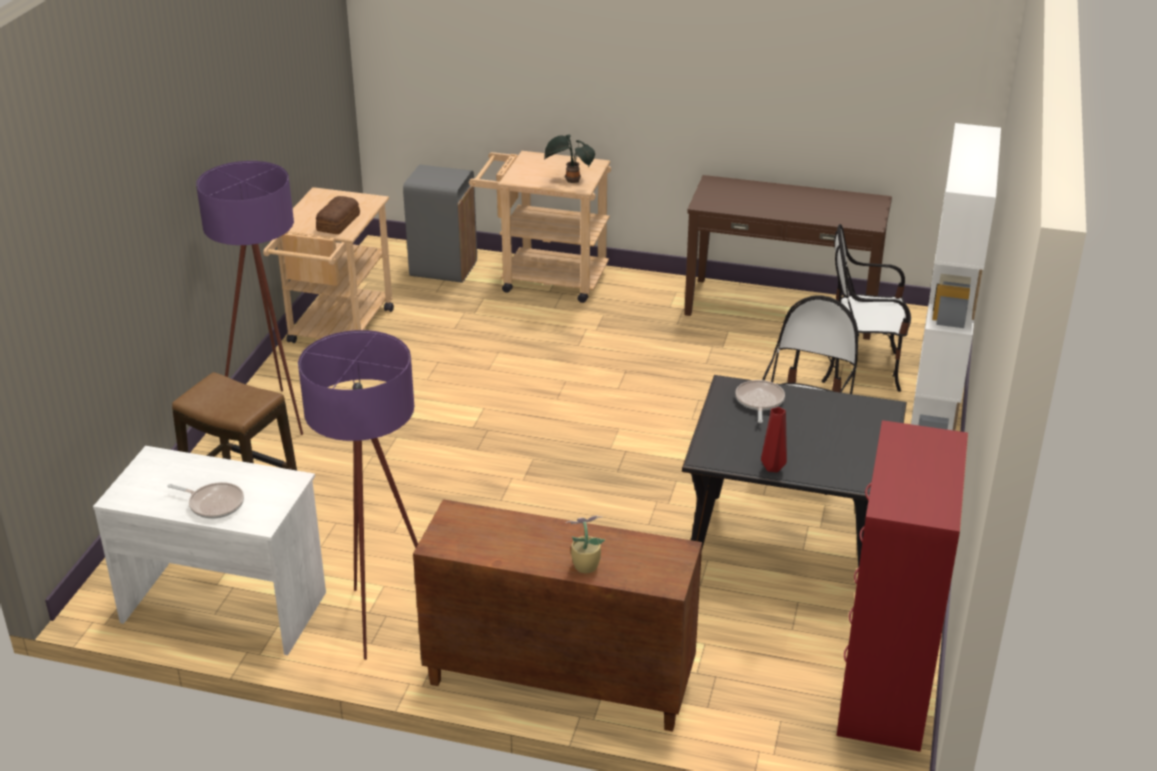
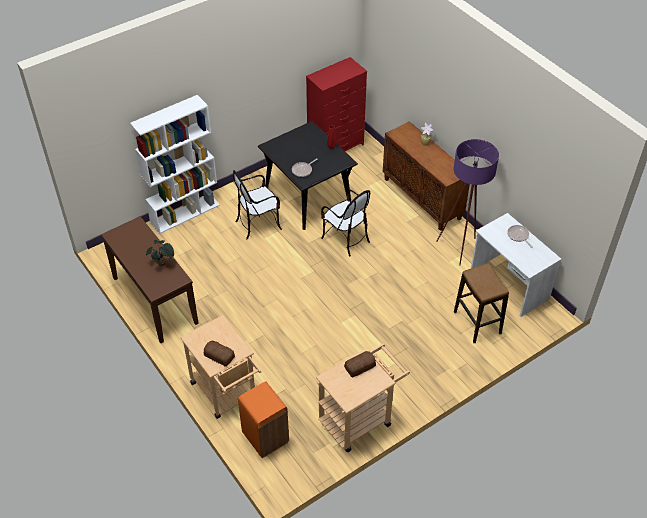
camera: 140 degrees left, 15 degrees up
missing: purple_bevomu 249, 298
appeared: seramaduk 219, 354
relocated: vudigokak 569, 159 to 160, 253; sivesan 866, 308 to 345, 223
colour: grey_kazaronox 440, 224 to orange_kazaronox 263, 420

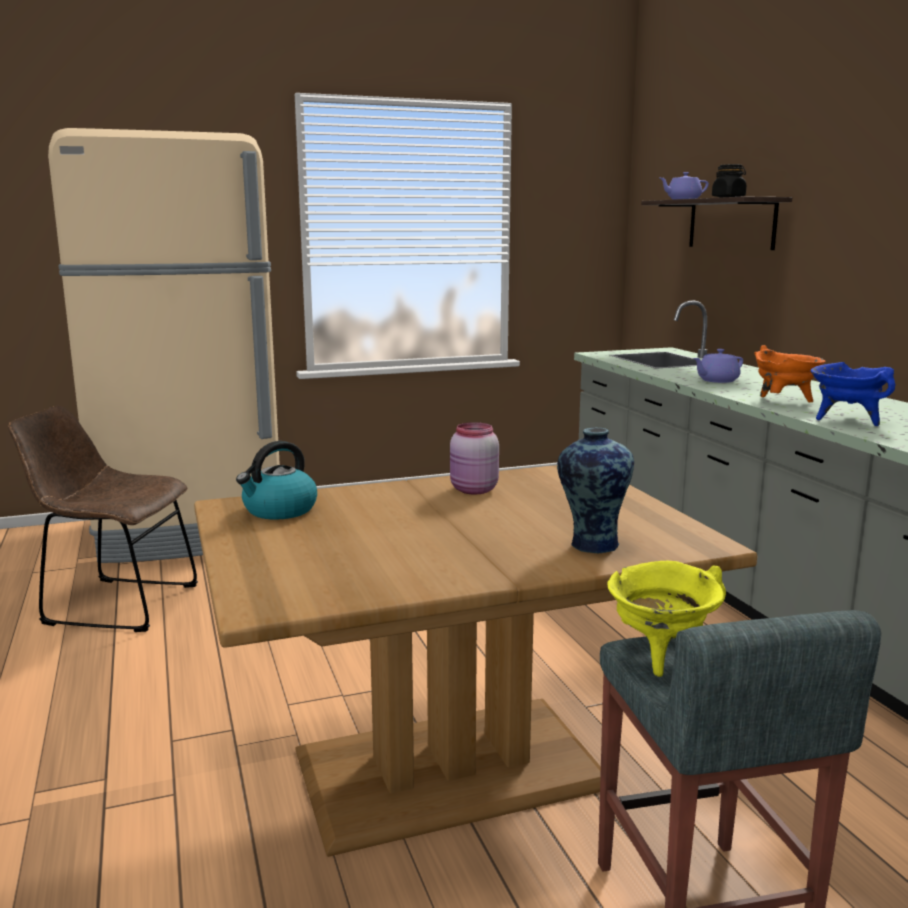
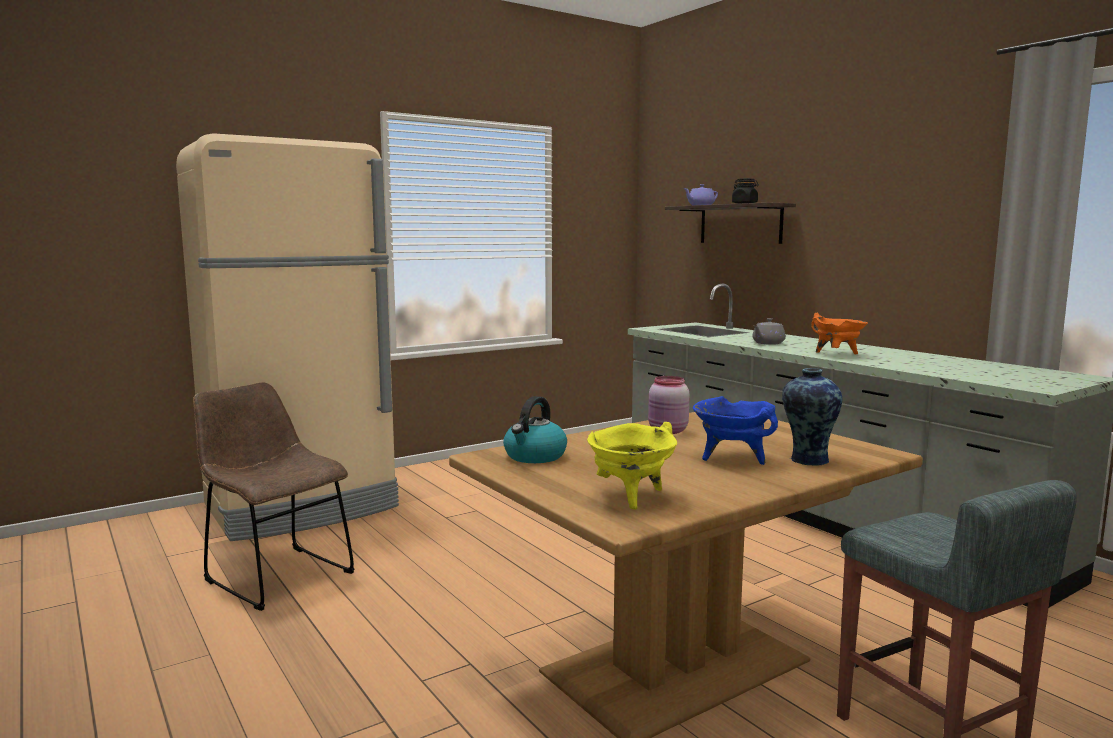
camera: 15 degrees left, 5 degrees down
relocated: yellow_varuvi 667, 619 to 632, 466; blue_varuvi 853, 394 to 735, 430
colour: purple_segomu 718, 366 to grey_segomu 769, 331
spun: brown_sivesan 103, 519 = 274, 496 45 degrees clockwise

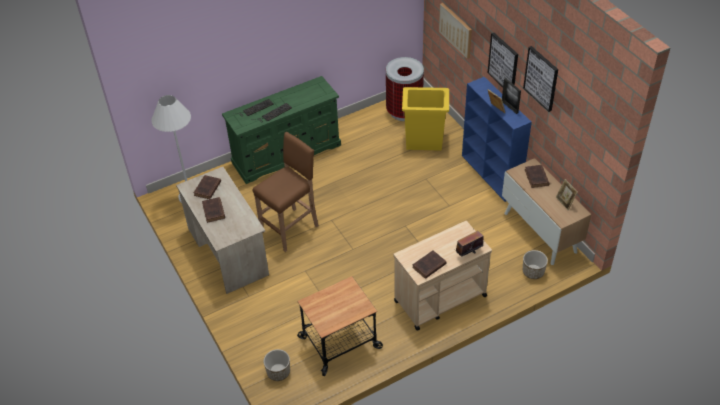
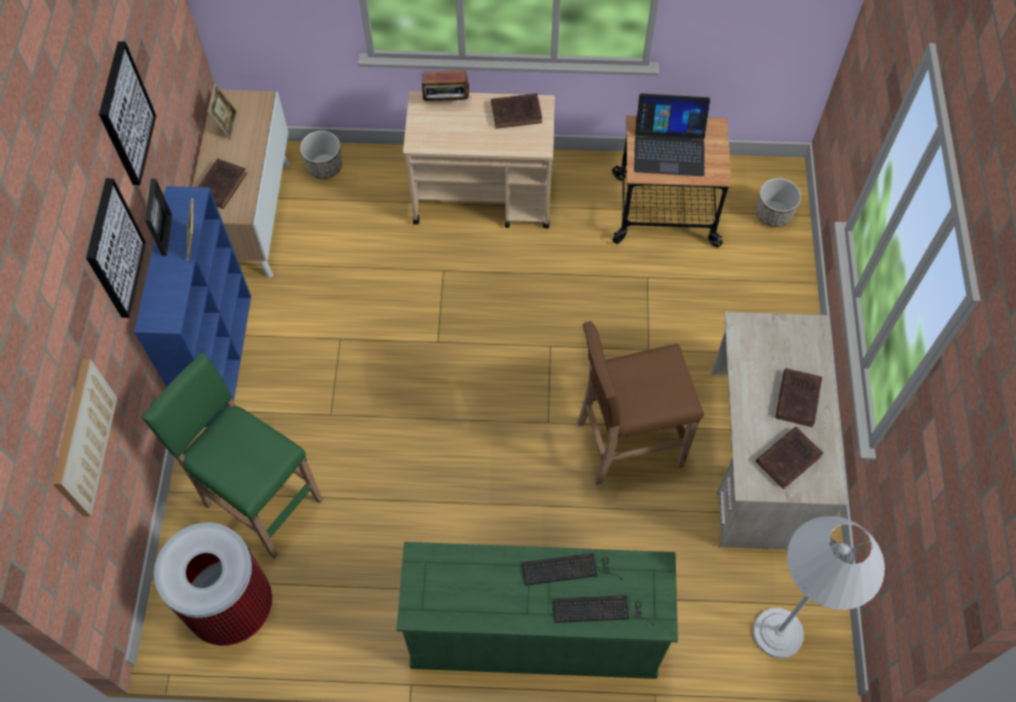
camera: 150 degrees left, 15 degrees up
appeared: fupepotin 672, 134
exchanged: yellow_kazaronox 425, 119 to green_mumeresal 232, 455

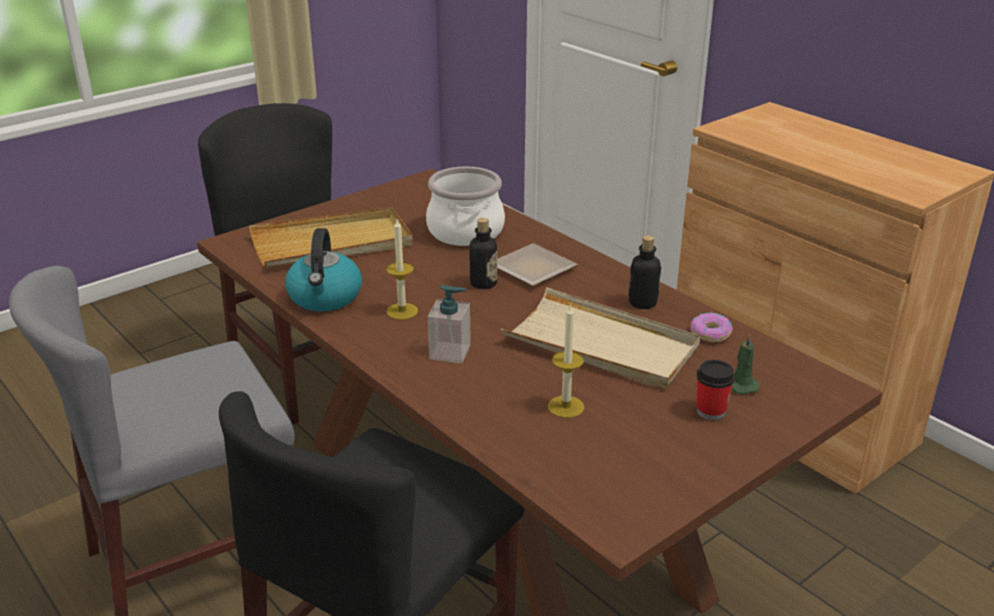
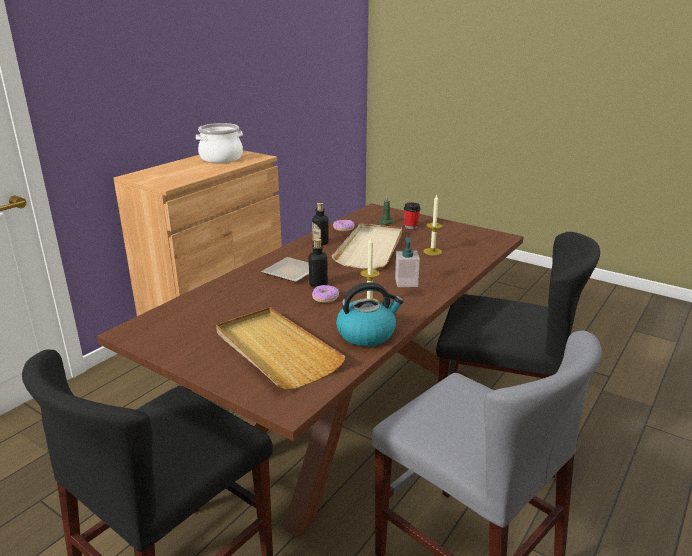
camera: 105 degrees left, 5 degrees down
appeared: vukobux 325, 294
relocated: varuvi 465, 206 to 219, 143

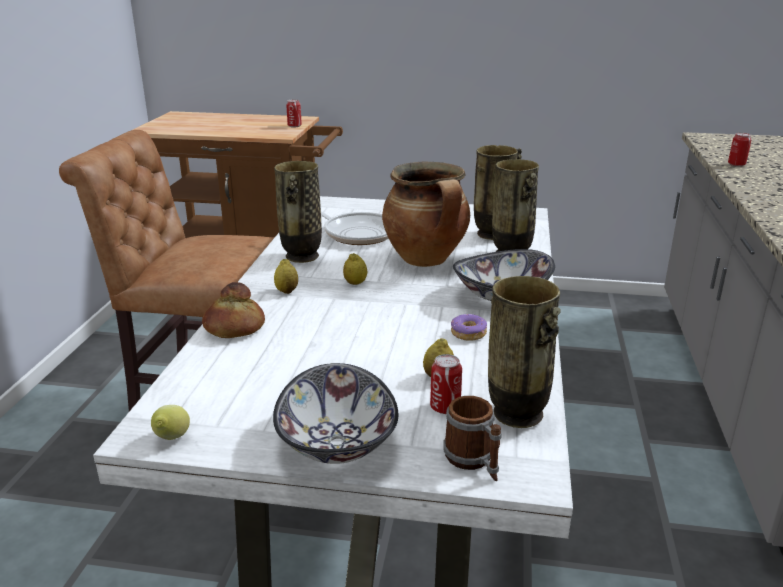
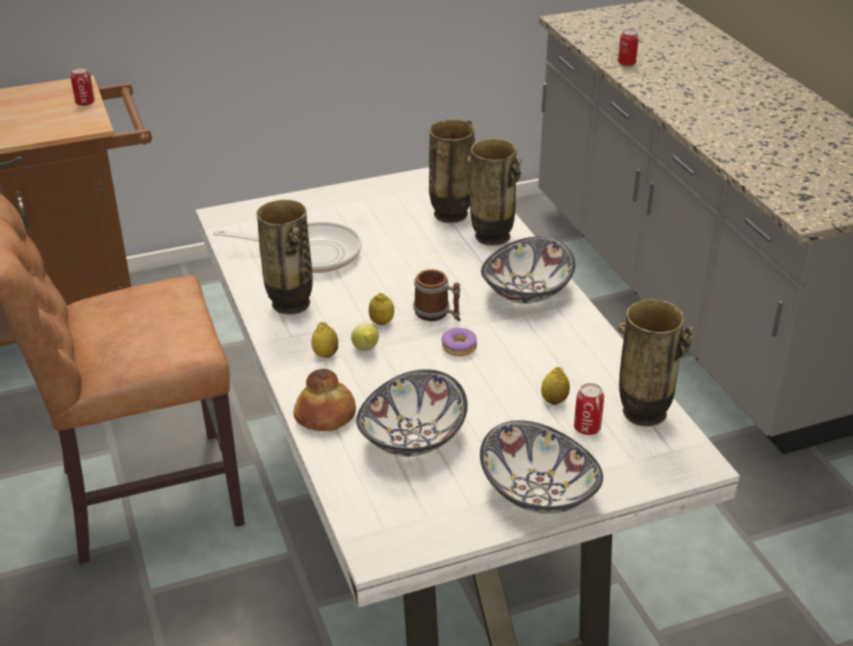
camera: 30 degrees left, 10 degrees up
missing: varuvi 426, 214
appeared: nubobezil 412, 412
relocated: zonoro 170, 422 to 365, 337; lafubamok 472, 438 to 437, 295; vukobux 469, 327 to 459, 341

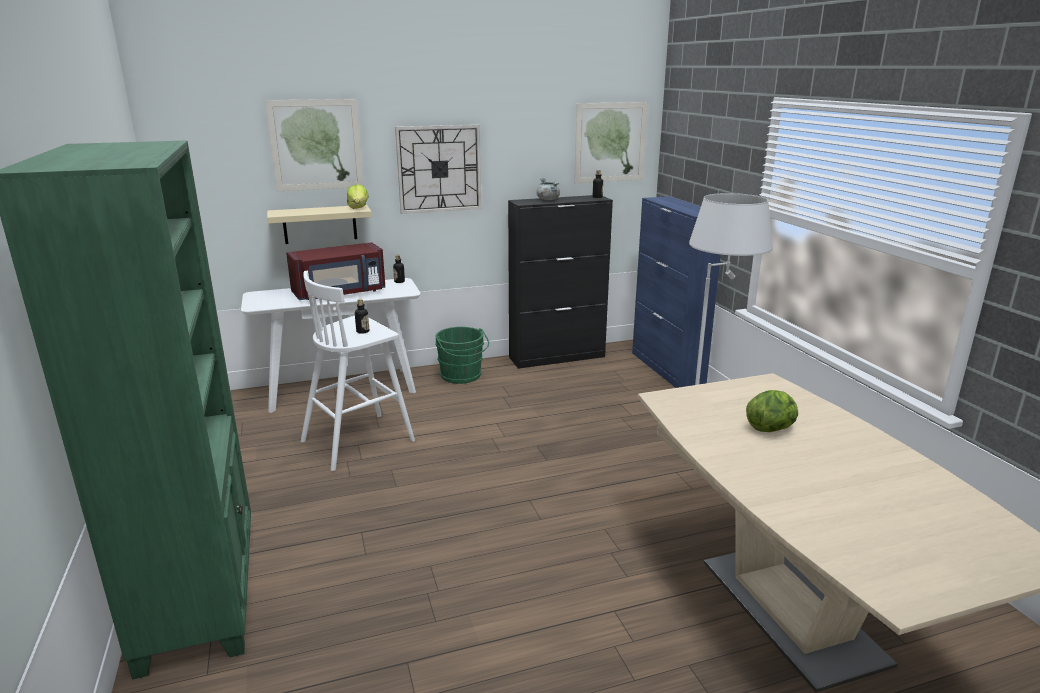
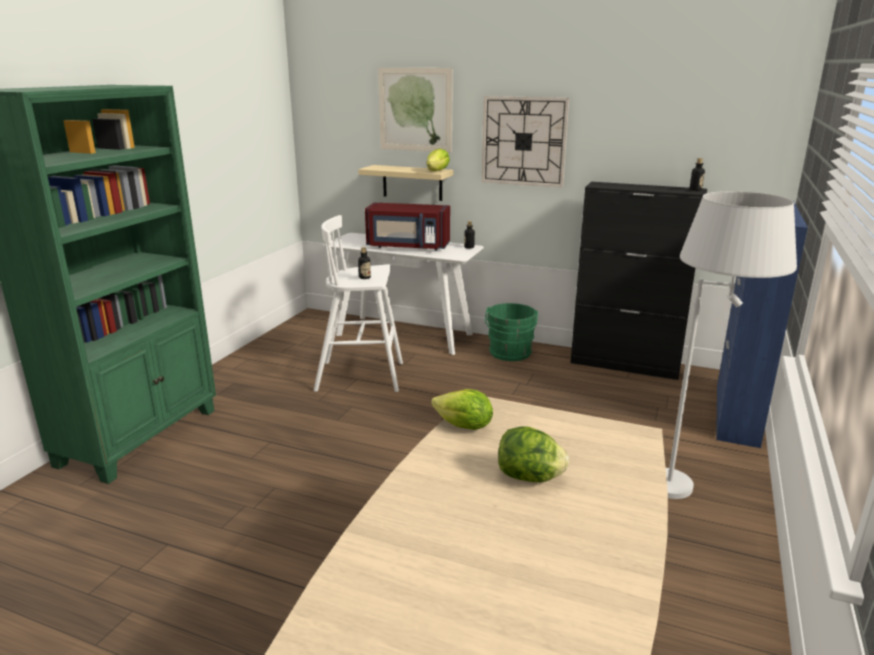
camera: 40 degrees right, 0 degrees up
missing: grey_varuvi 548, 189; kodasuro 611, 142
appeared: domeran 462, 409

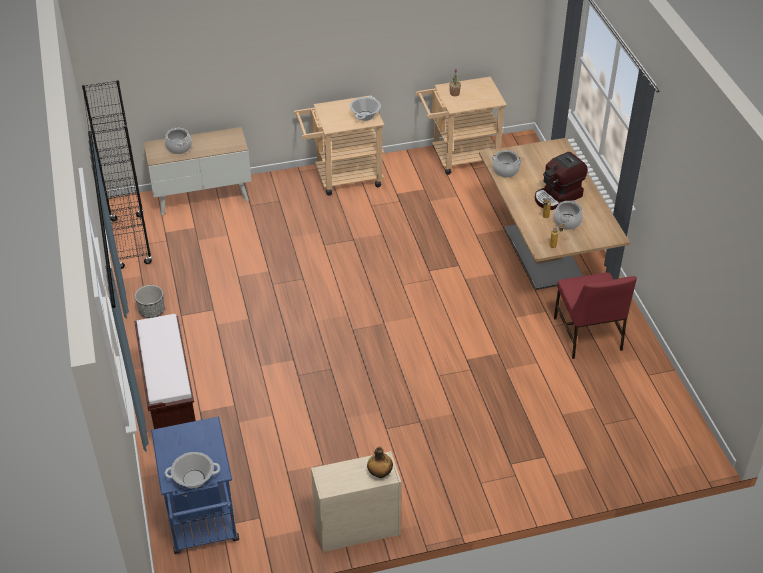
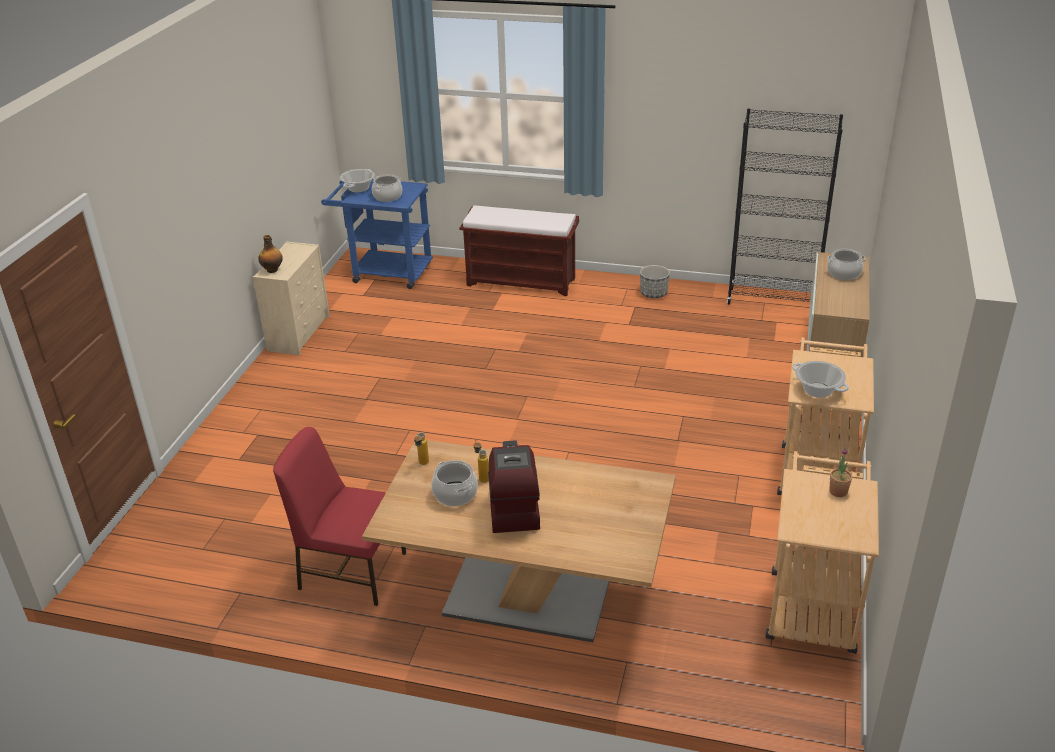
camera: 120 degrees right, 10 degrees down
relocated: varuvi 507, 163 to 387, 188

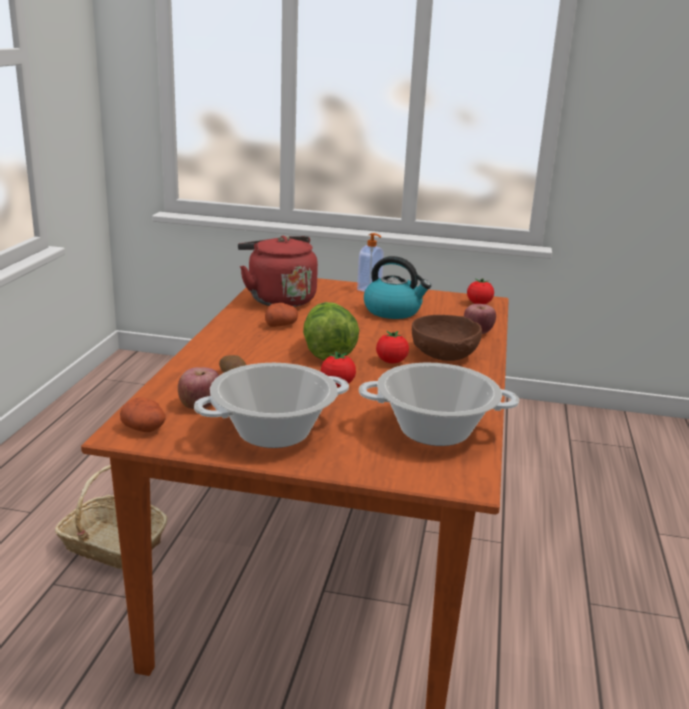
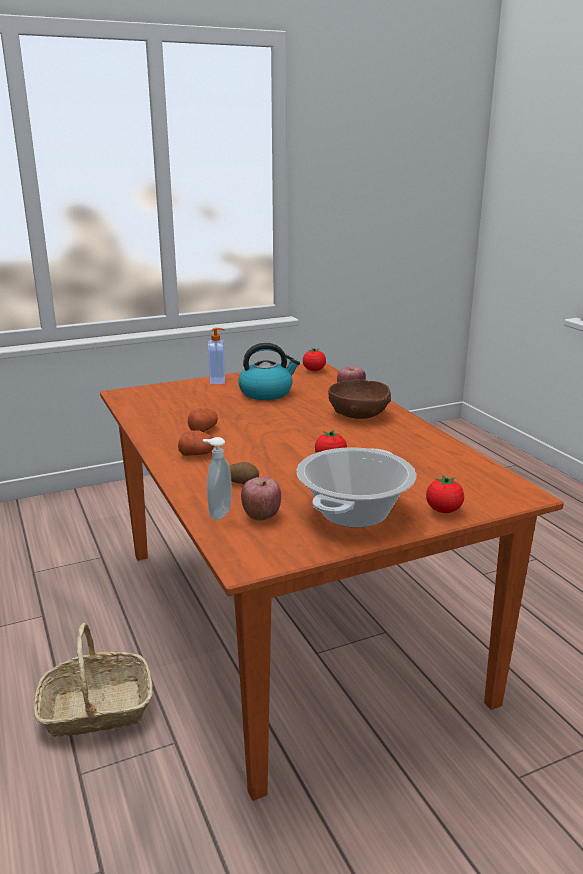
camera: 35 degrees left, 0 degrees up
missing: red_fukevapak 278, 271; domeran 331, 331; varuvi 439, 404
appeared: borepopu 217, 478
relocated: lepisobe 143, 414 to 196, 443; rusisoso 392, 346 to 445, 494

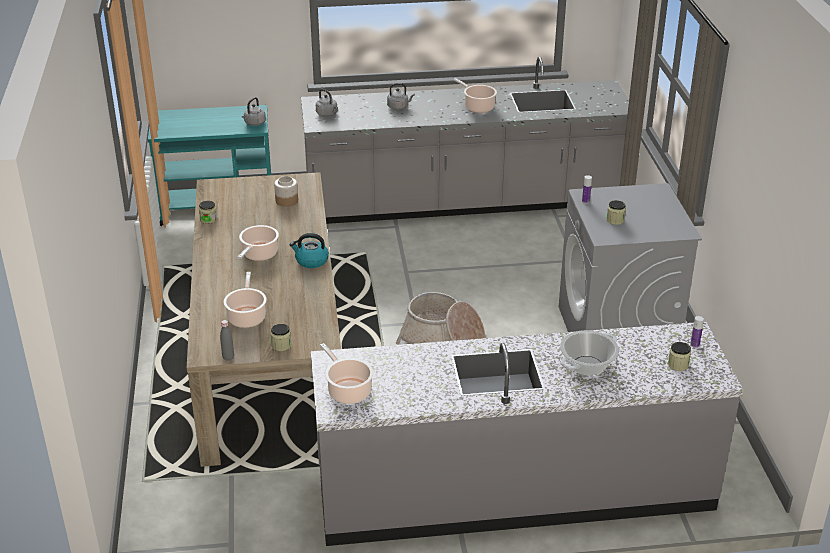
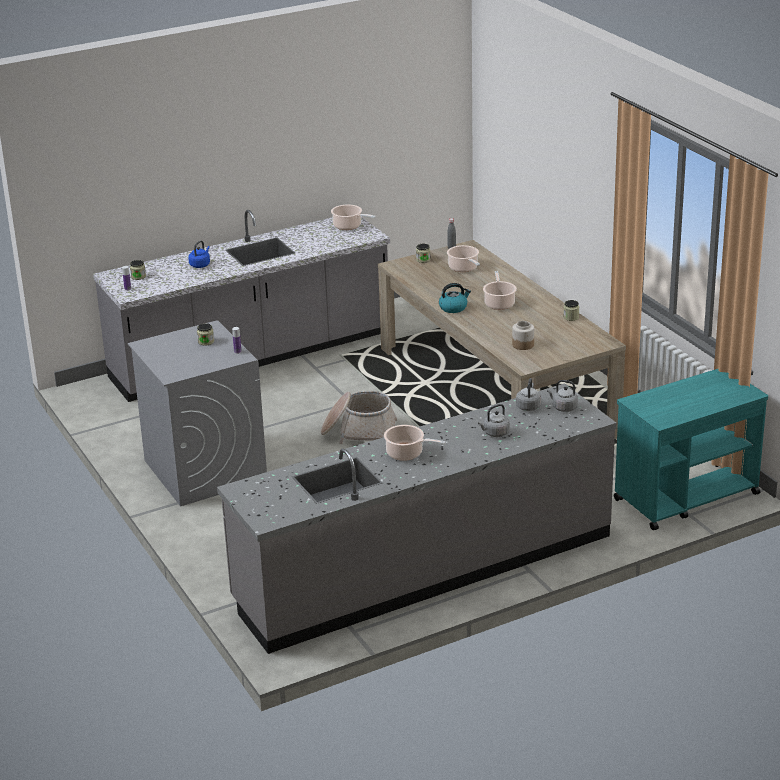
camera: 160 degrees right, 5 degrees down
relocated: grey_fukevapak 254, 111 to 528, 394
exchanged: varuvi 589, 352 to blue_fukevapak 199, 254

